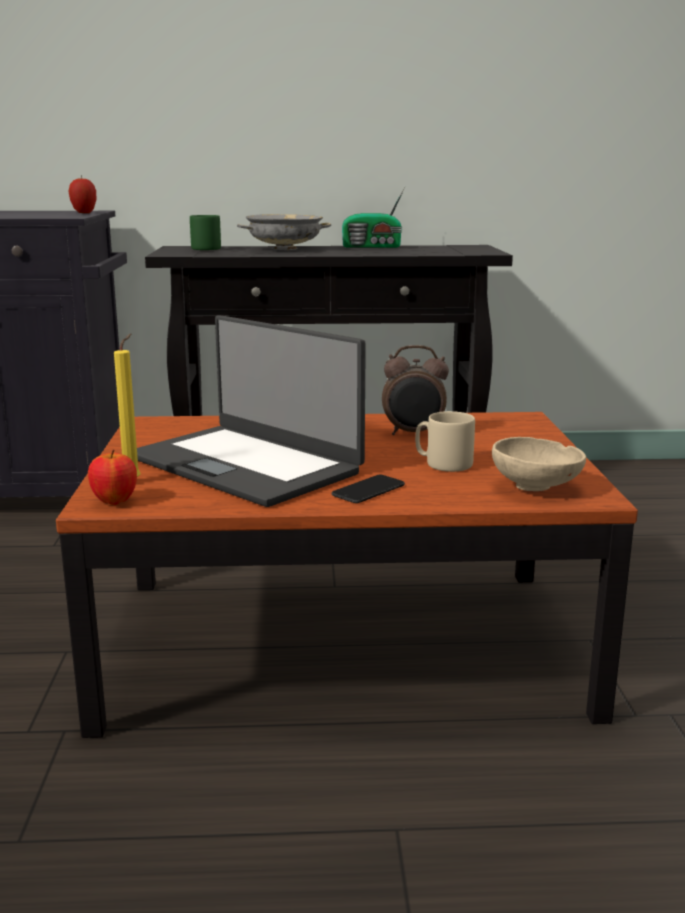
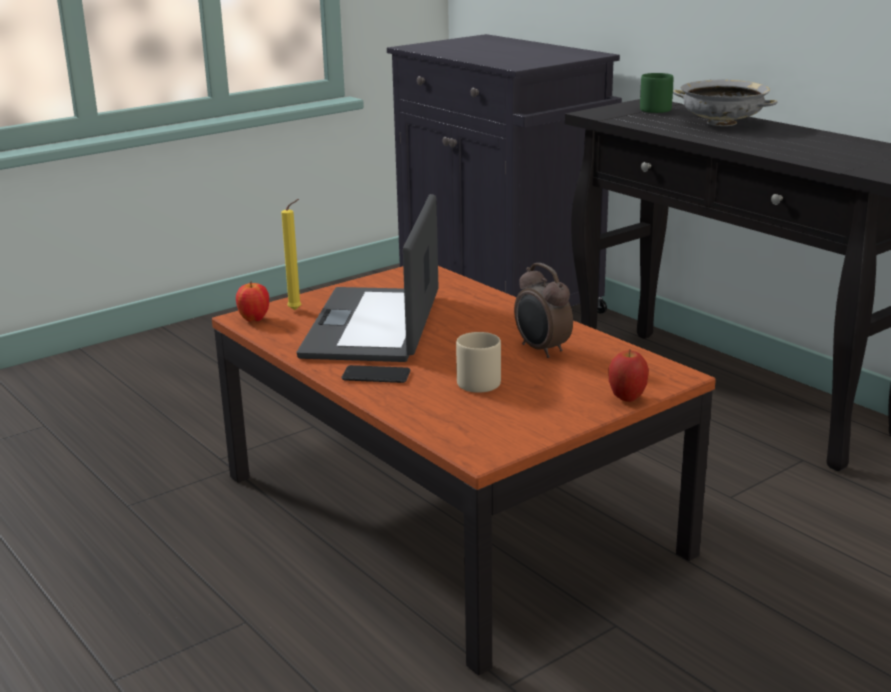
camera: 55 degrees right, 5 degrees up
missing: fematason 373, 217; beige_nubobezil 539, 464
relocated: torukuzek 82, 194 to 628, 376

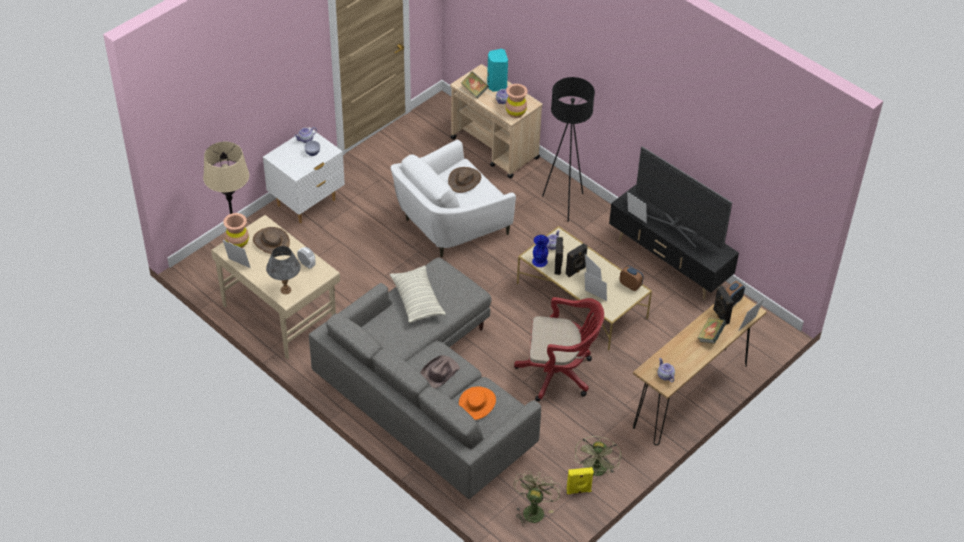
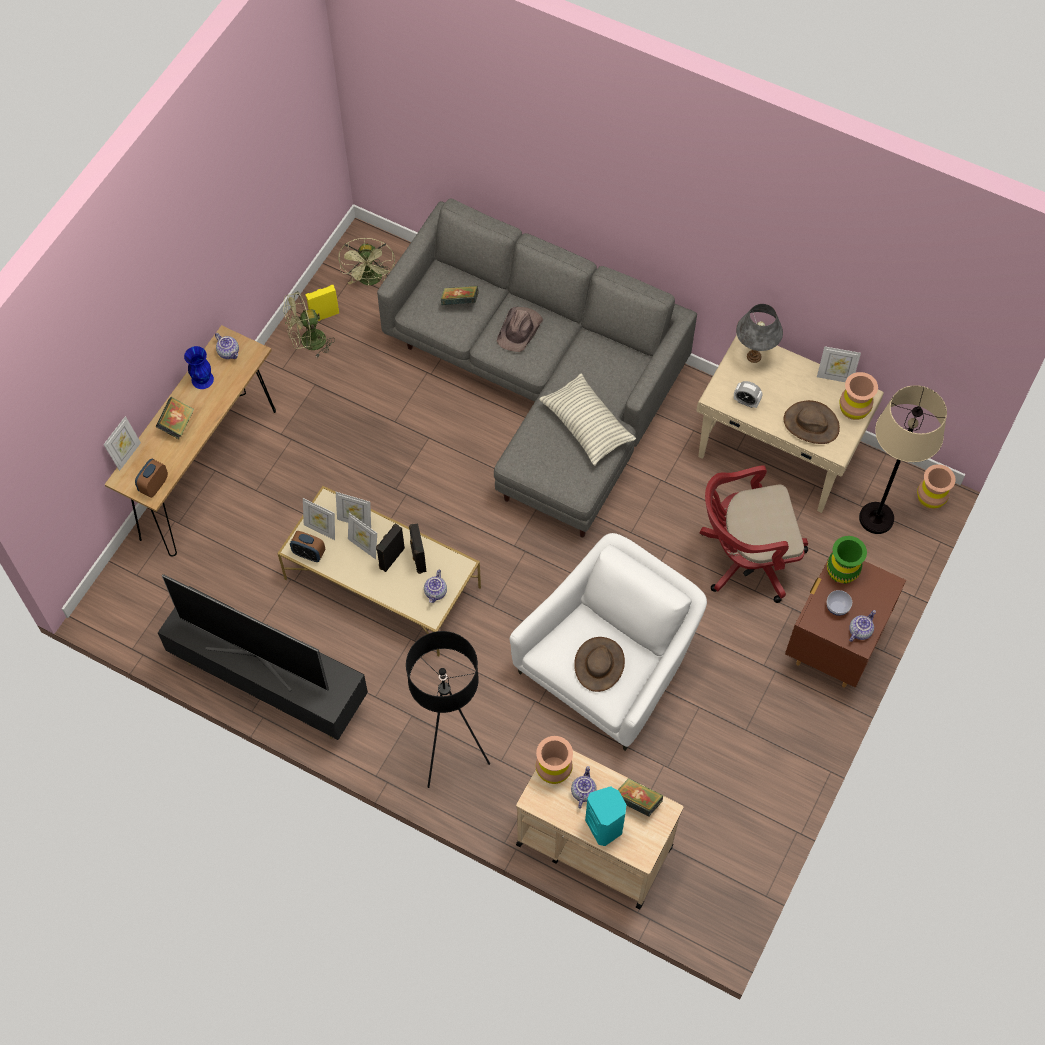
camera: 165 degrees right, 15 degrees up
missing: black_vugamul 723, 305
appeared: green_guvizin 847, 560; brown_guvizin 936, 486
relocated: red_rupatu 559, 349 to 753, 534; blue_guvizin 540, 251 to 199, 367; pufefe 637, 207 to 319, 519
exchanged: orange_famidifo 477, 403 to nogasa 460, 295
colour: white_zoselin 304, 175 to brown_zoselin 845, 619
spun: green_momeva 598, 456 = 309, 324 105 degrees counterclockwise

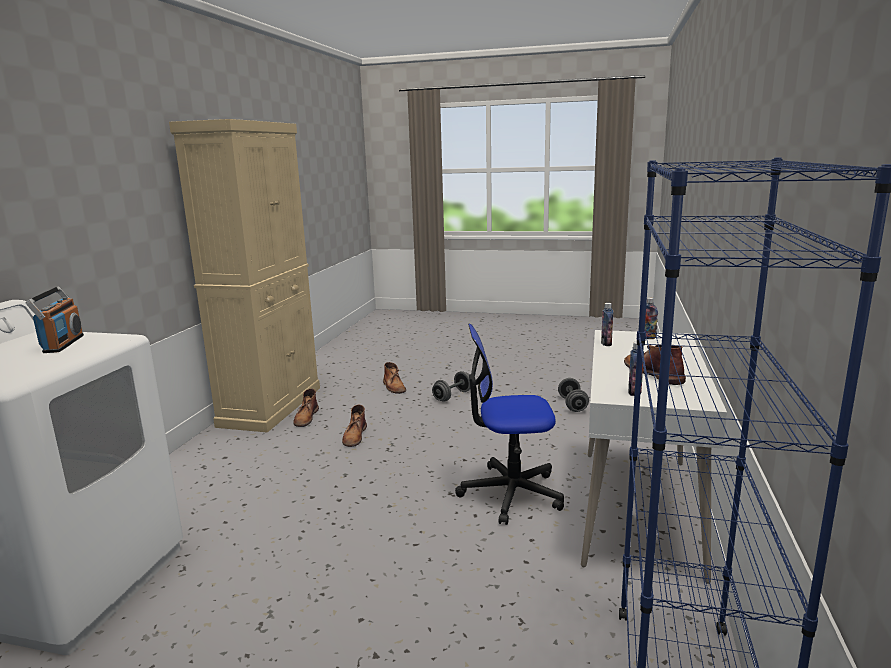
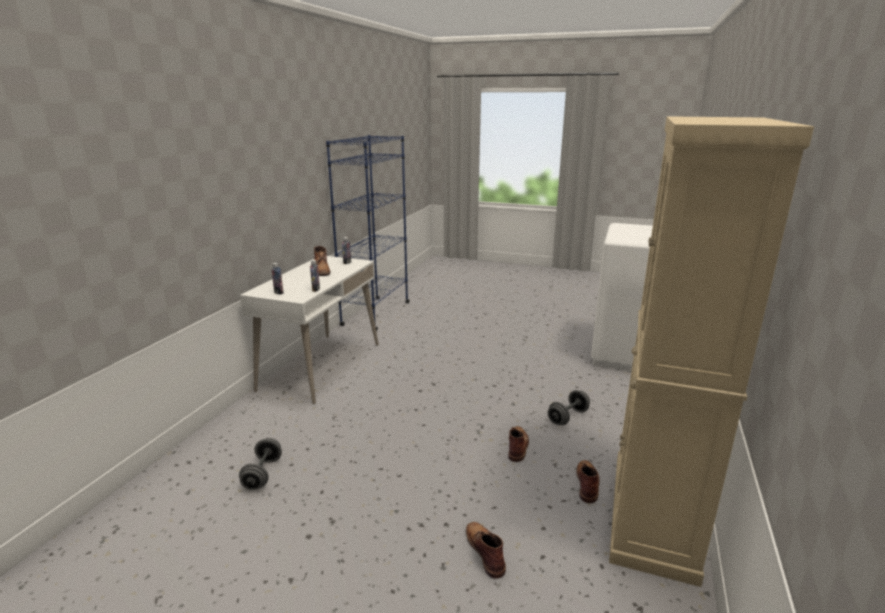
camera: 175 degrees left, 5 degrees up
missing: fematason 54, 319; rupatu 509, 424
relocated: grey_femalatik 451, 386 to 569, 407

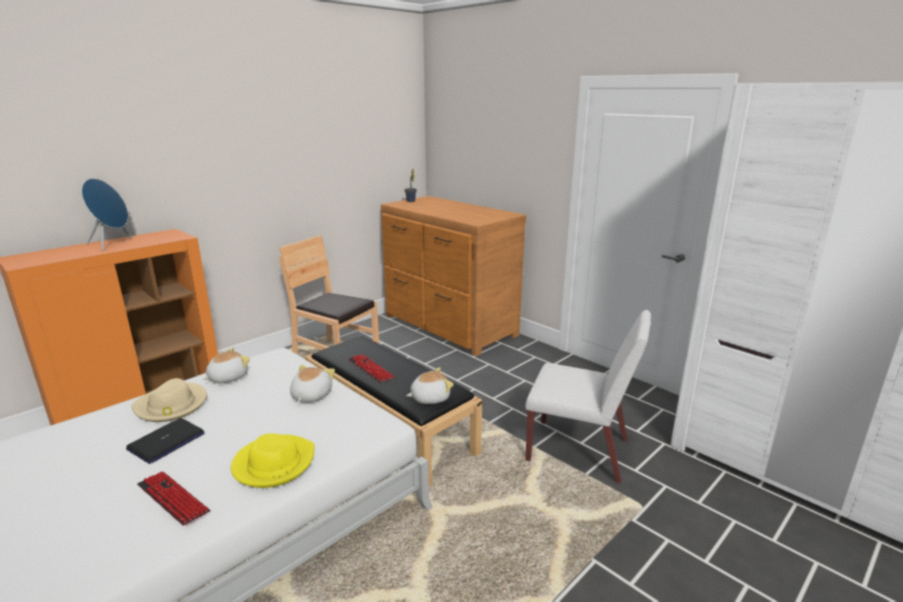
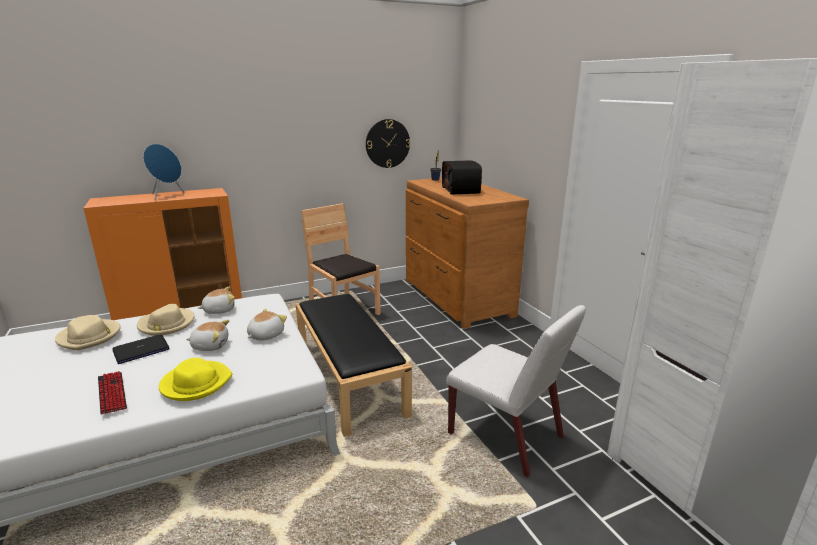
camera: 20 degrees right, 0 degrees up
missing: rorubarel 371, 368
appeared: beige_famidifo 88, 332; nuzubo 388, 143; fematason 462, 177
relocated: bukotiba 430, 385 to 207, 335

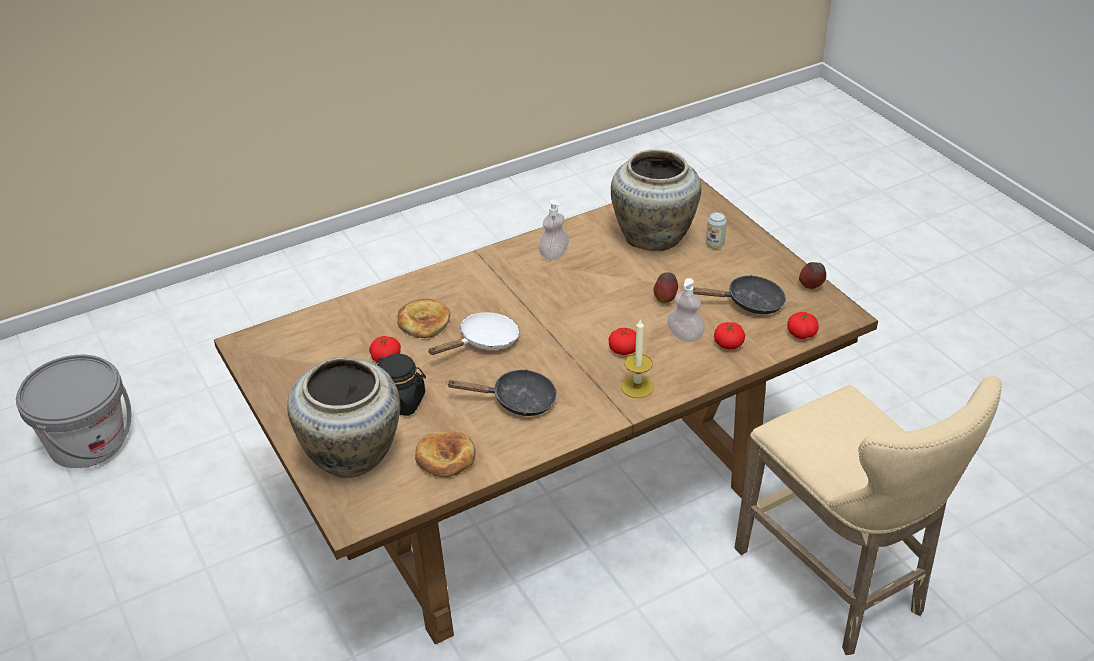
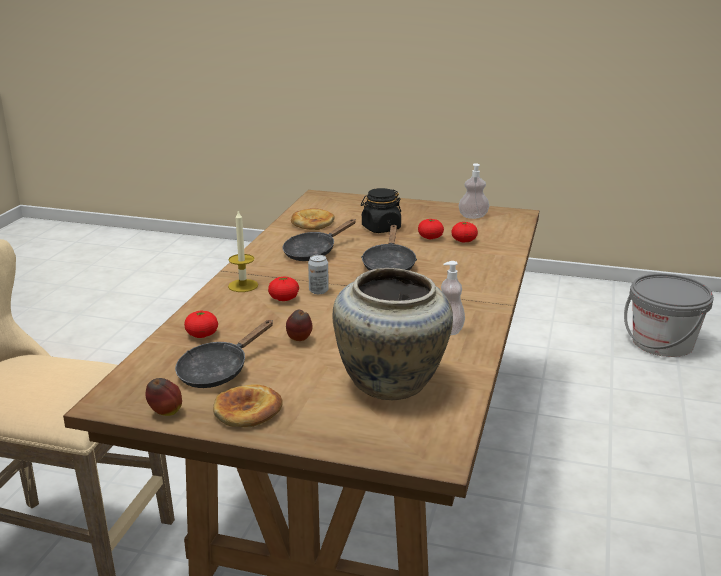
camera: 135 degrees right, 15 degrees down
missing: beige_guvizin 343, 417
relocated: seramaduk 423, 318 to 248, 405; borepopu 686, 309 to 474, 191; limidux 716, 230 to 318, 274; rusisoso 803, 325 to 464, 232
colour: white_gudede 474, 333 to black_gudede 389, 247

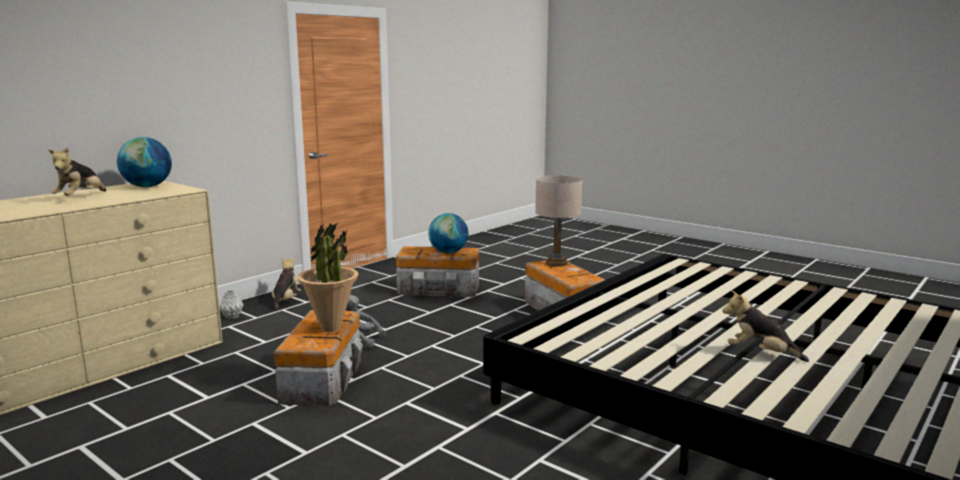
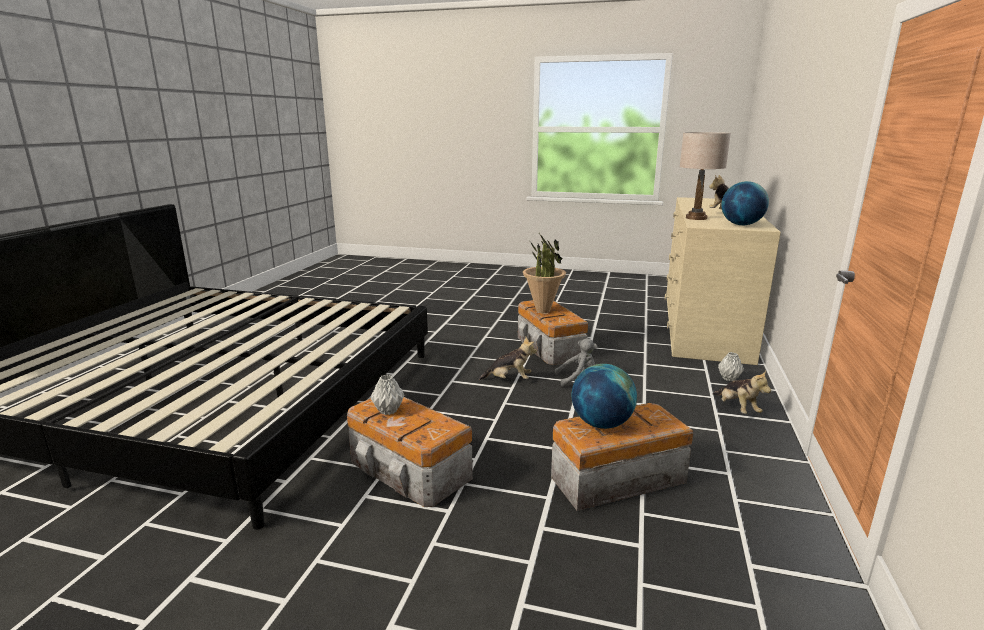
camera: 155 degrees right, 5 degrees up
appeared: grey_guvizin 387, 395
relocated: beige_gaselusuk 558, 221 to 705, 176; bukotiba 765, 326 to 508, 358

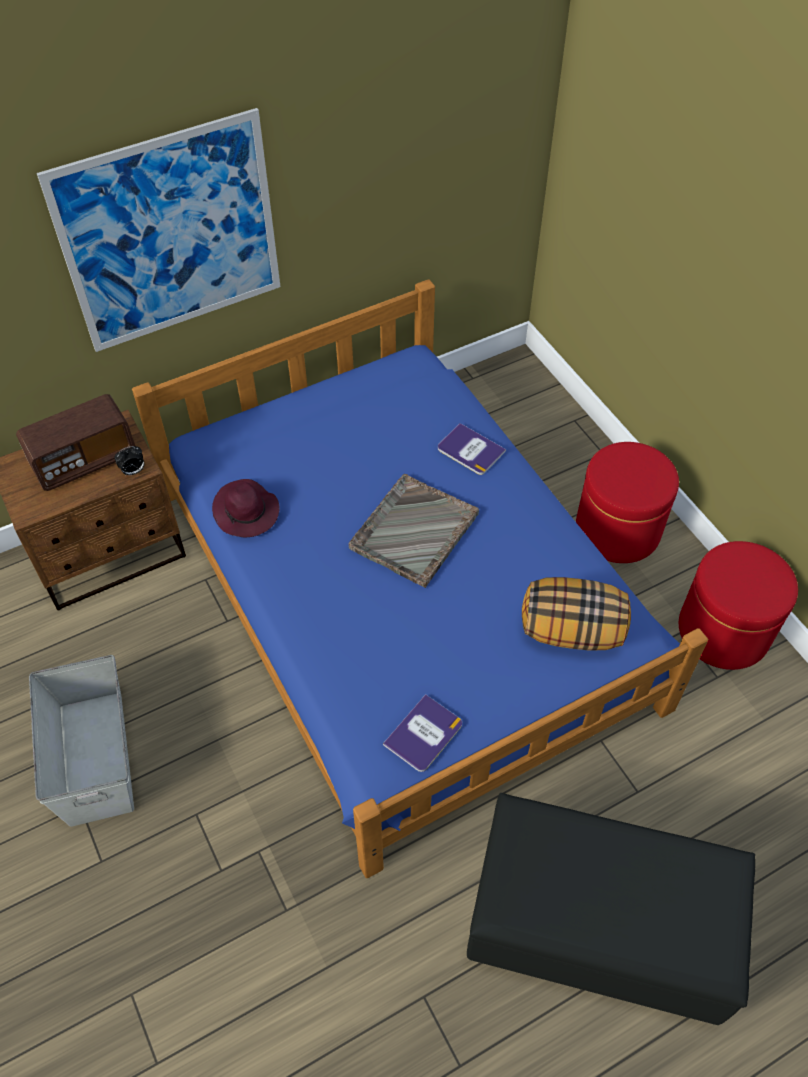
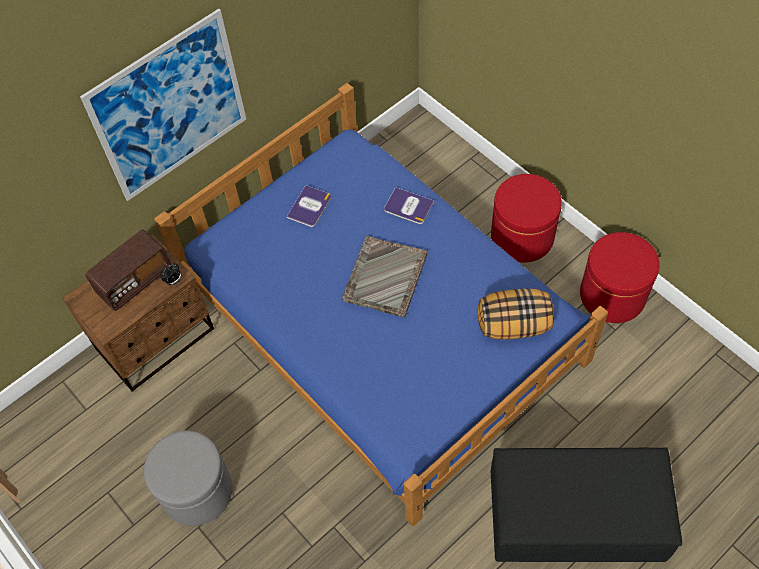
camera: 10 degrees left, 5 degrees up
missing: purple_famidifo 246, 508
relocated: nogasa 422, 733 to 309, 206
exchanged: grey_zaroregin 81, 741 to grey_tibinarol 188, 478

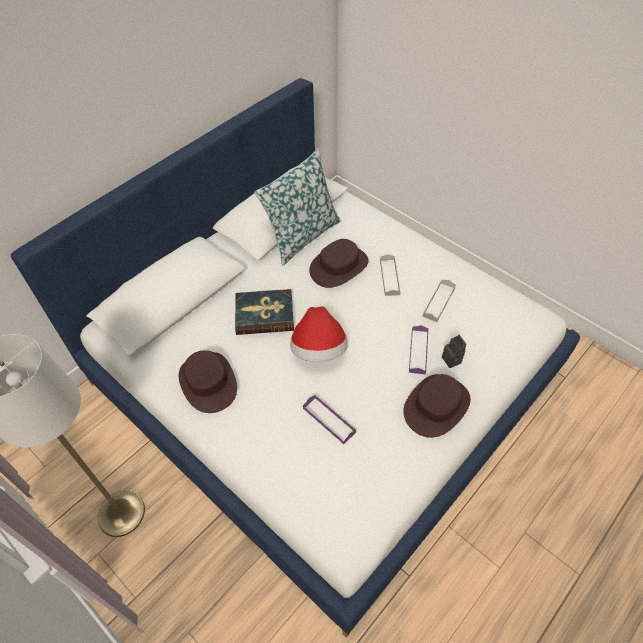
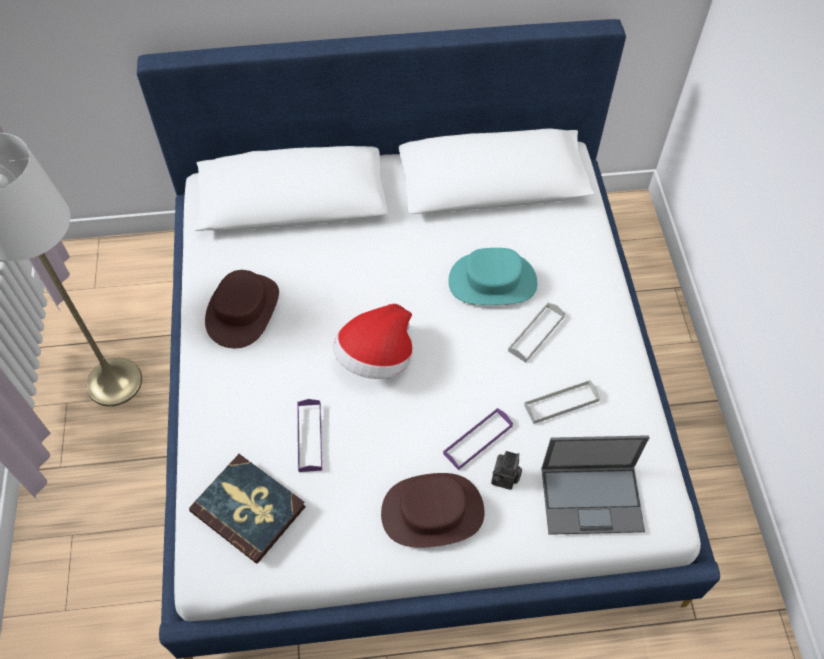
camera: 40 degrees right, 5 degrees up
missing: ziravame 297, 206
appeared: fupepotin 595, 485
relocated: nogasa 264, 312 to 247, 509
colour: brown_famidifo 339, 263 to turquoise_famidifo 492, 276

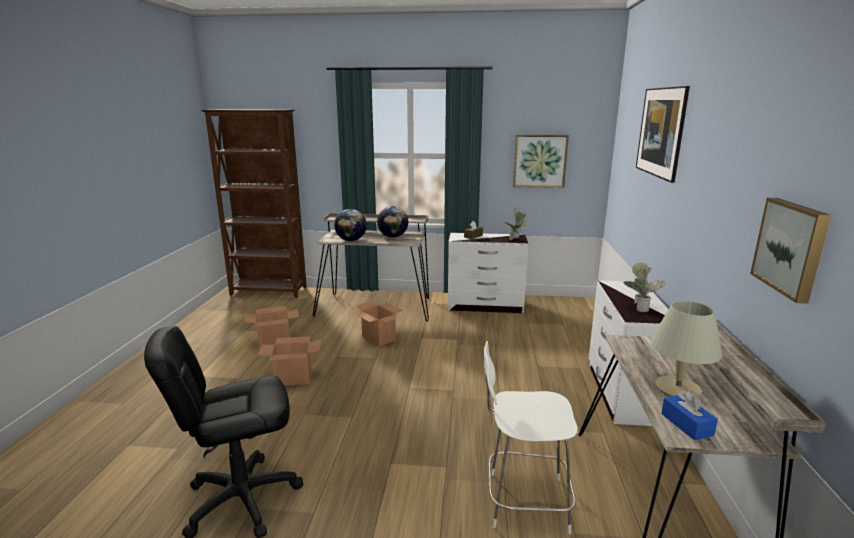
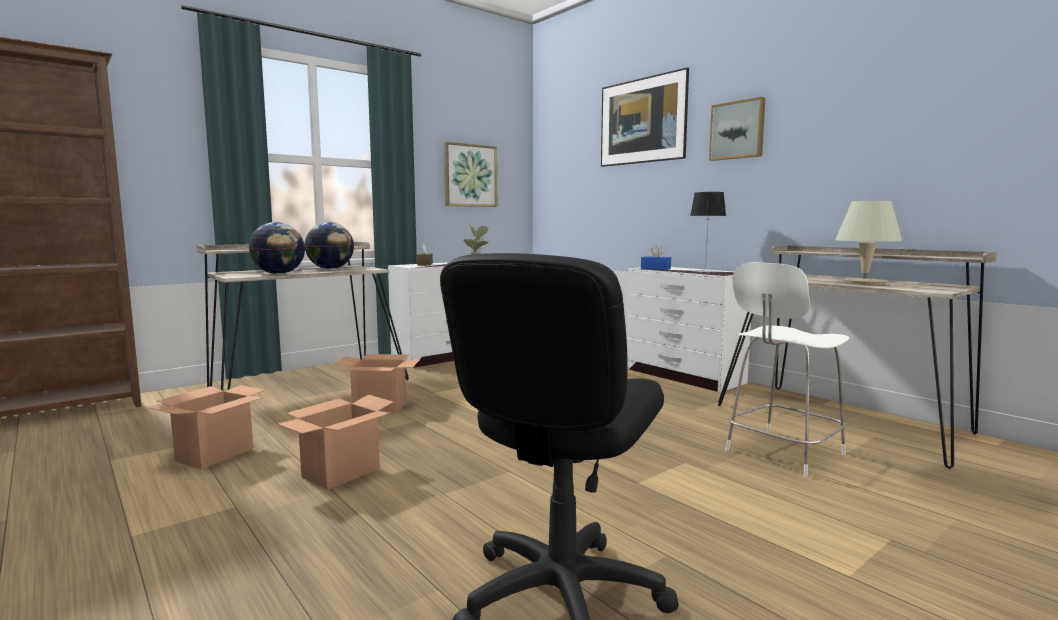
camera: 45 degrees left, 10 degrees down
relocated: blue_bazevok 689, 415 to 656, 258; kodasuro 790, 251 to 737, 129
exchanged: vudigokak 644, 287 to gaselusuk 708, 232

